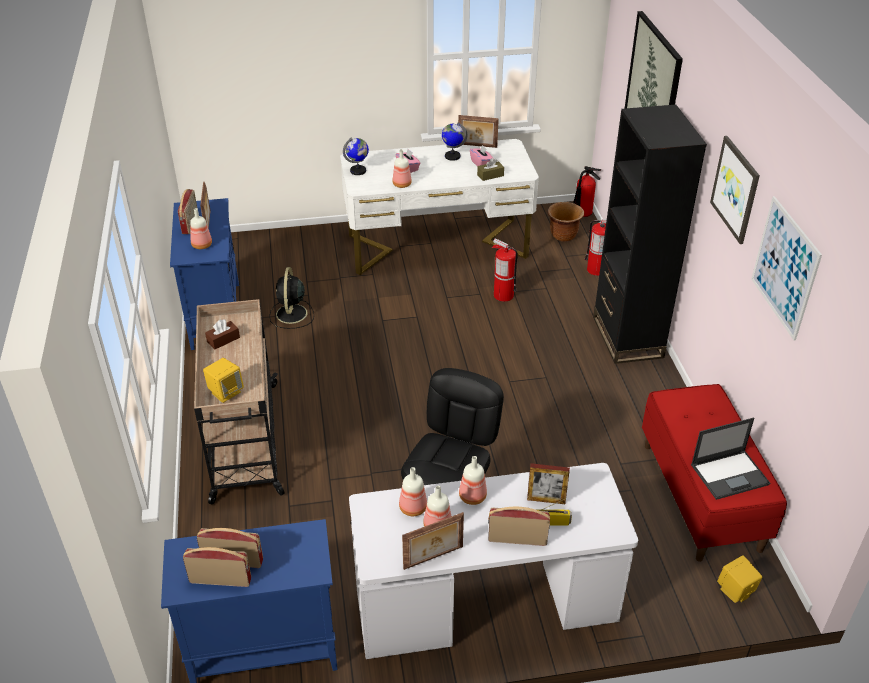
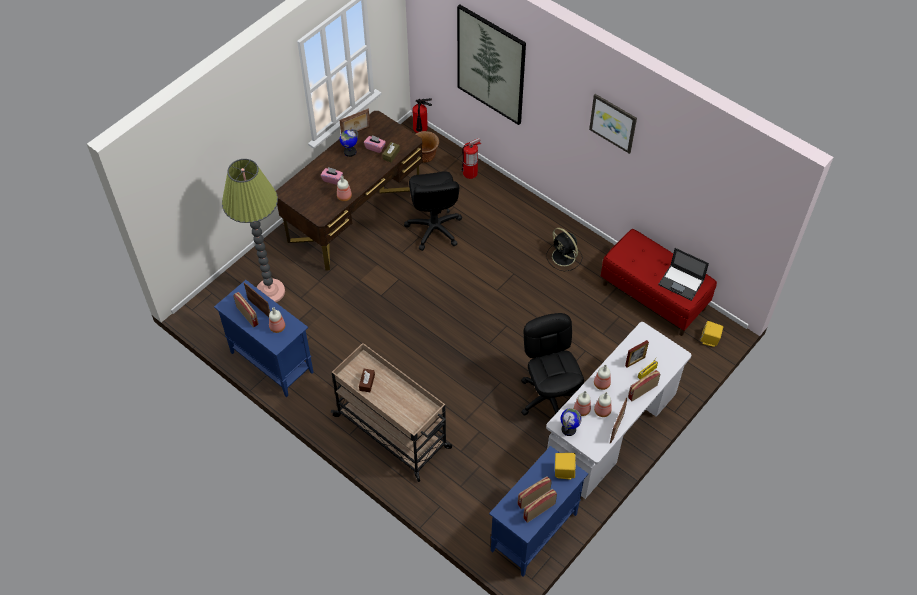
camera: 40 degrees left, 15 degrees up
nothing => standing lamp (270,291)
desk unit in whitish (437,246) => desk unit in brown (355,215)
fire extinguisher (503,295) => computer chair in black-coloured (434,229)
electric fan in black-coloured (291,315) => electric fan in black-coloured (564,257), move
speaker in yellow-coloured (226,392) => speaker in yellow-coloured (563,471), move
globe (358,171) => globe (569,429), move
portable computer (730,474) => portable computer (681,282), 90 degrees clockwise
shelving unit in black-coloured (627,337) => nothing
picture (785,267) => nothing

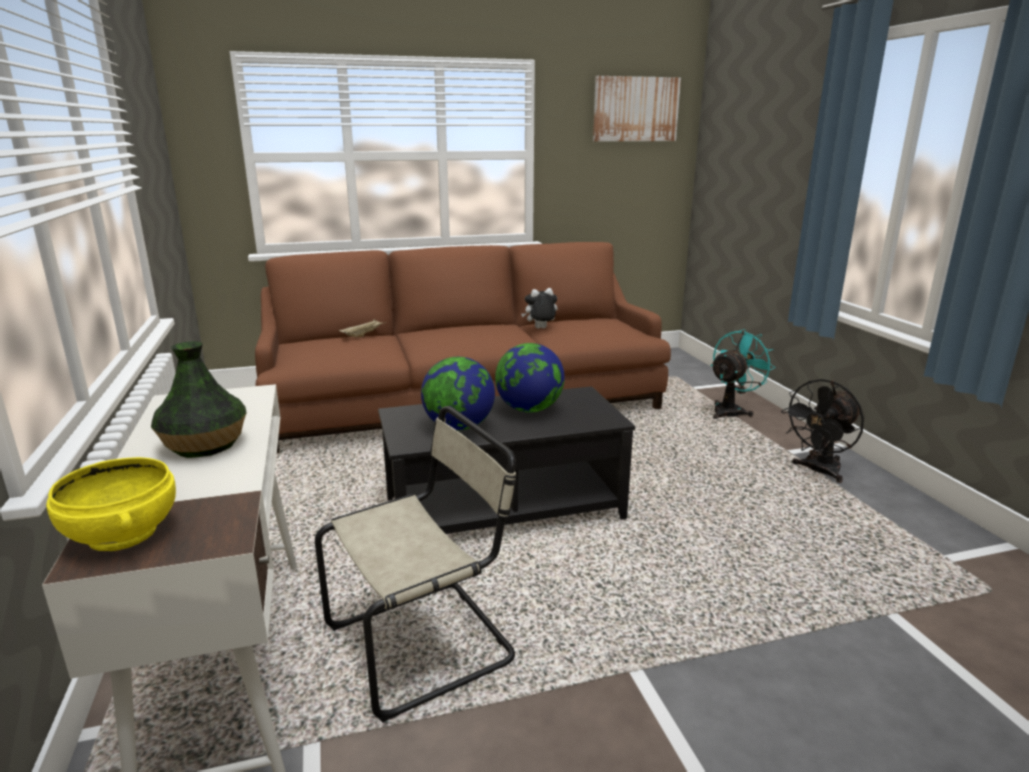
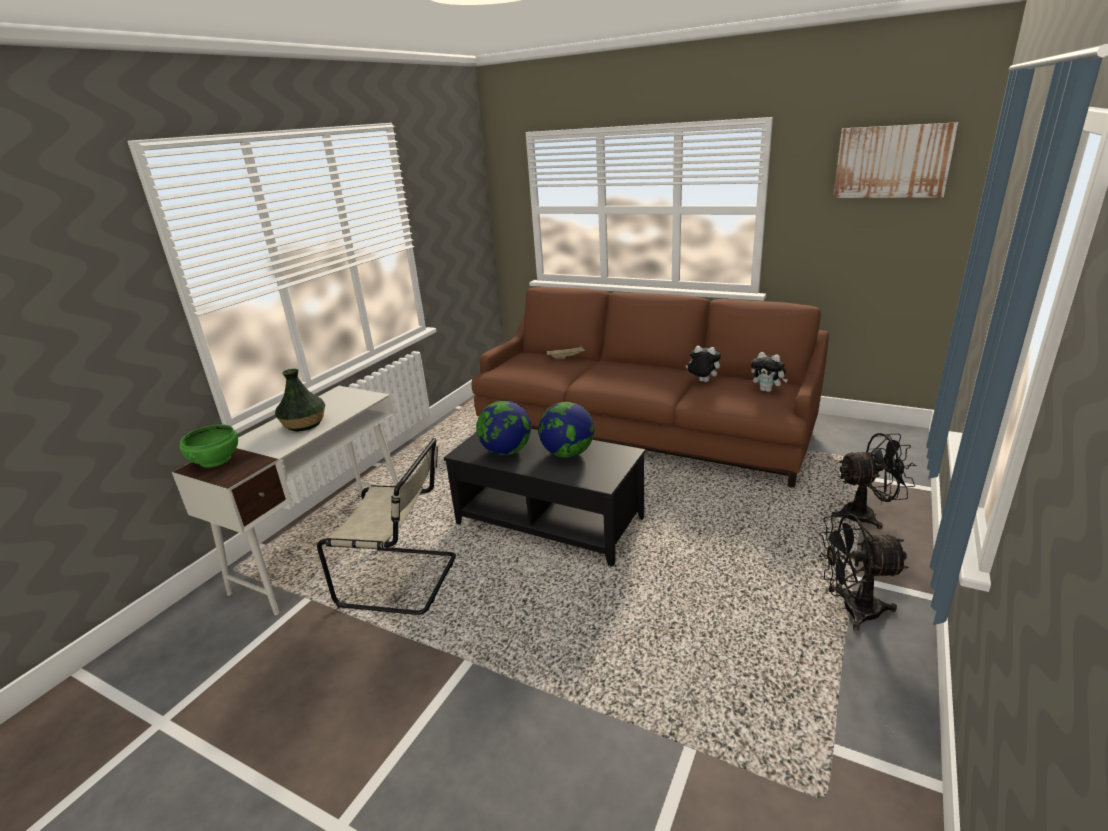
camera: 45 degrees right, 5 degrees up
serving bowl in yellow-coloured (121,534) => serving bowl in greenish (215,460)
nothing => cuddly toy (767,390)
electric fan in turquoise (731,411) => electric fan in black-coloured (866,515)

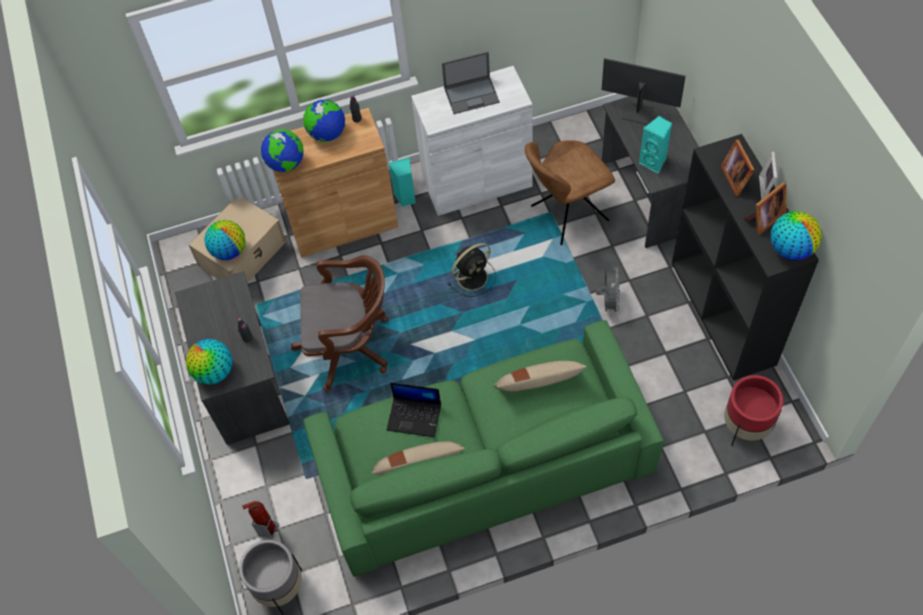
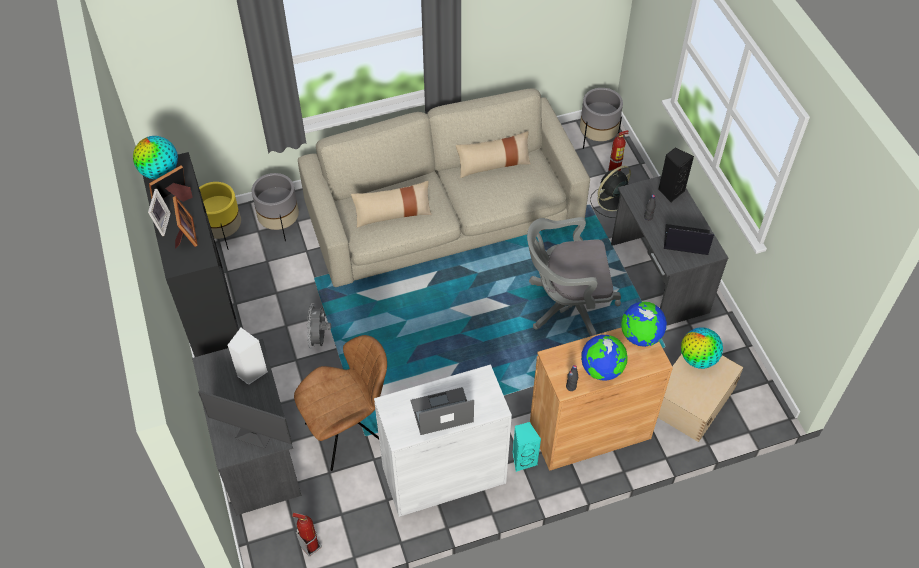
camera: 175 degrees right, 5 degrees down
flower pot in reddish (746,427) => flower pot in yellow-coloured (223,233)
speaker in turquoise (654,162) => speaker in whitish (251,372)
nothing => flower pot in greyish (280,225)
nothing => fire extinguisher (310,545)
couch in greenish (483,460) => couch in beige (444,214)
computer chair in brown (350,346) => computer chair in greyish (566,305)
electric fan in black-coloured (473,276) => electric fan in black-coloured (610,201), move
globe (214,372) => speaker in black-coloured (670,191)
portable computer (415,416) => portable computer (685,240), move

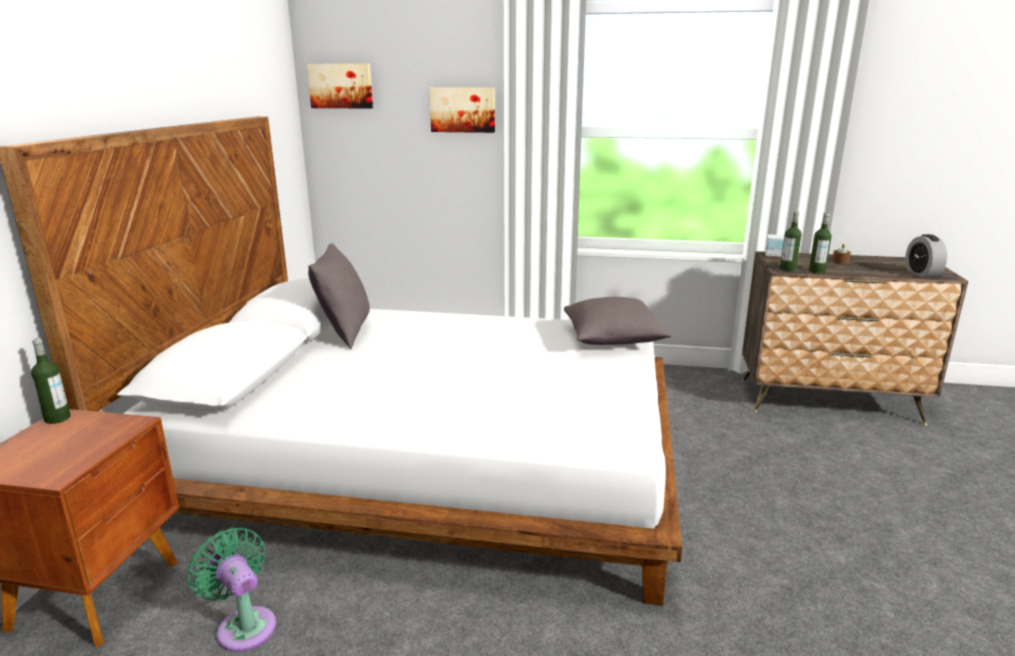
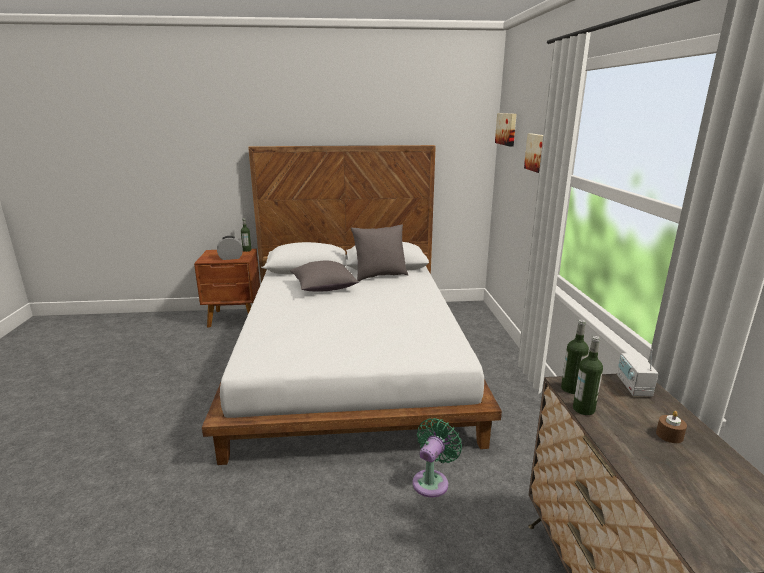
camera: 75 degrees right, 0 degrees up
alarm clock (922,273) => alarm clock (230,258), move
pillow in greyish (613,340) => pillow in greyish (324,288), move
electric fan in greenish (244,625) => electric fan in greenish (432,481), move

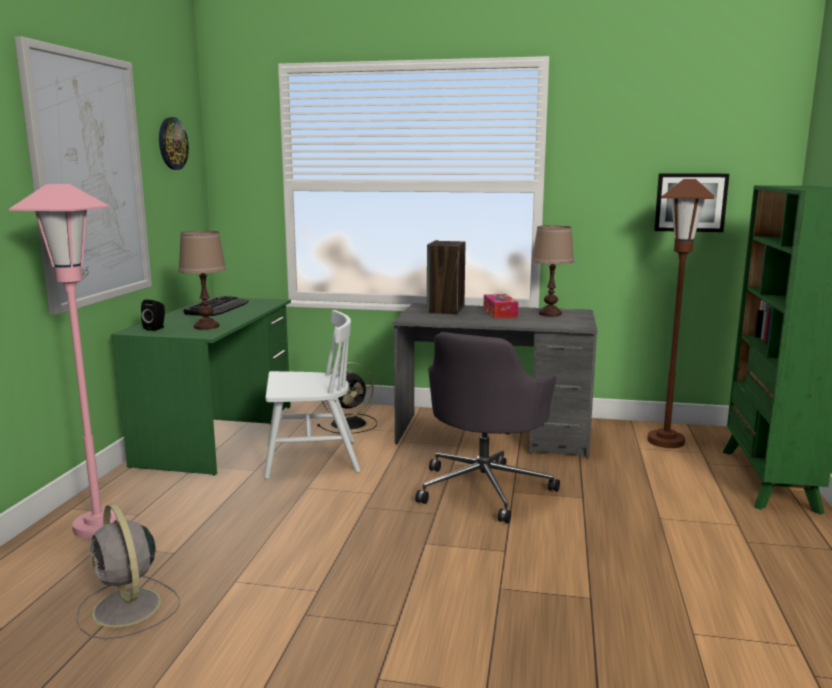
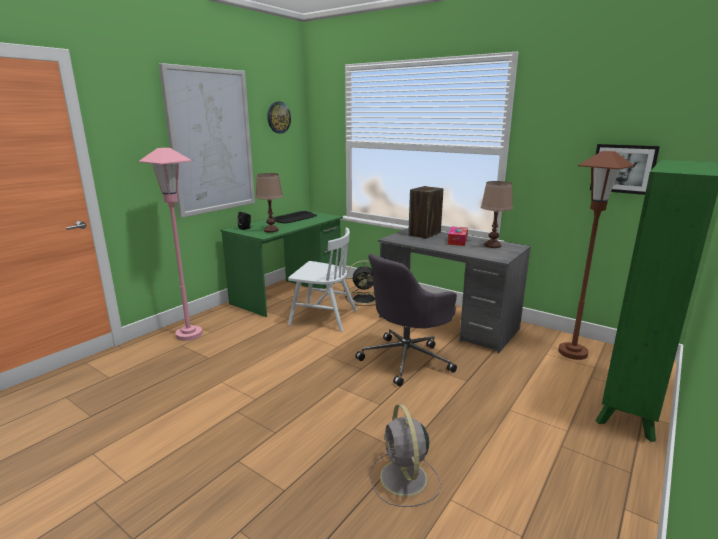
camera: 25 degrees right, 5 degrees up
electric fan in greyish (128,609) => electric fan in greyish (404,479), move

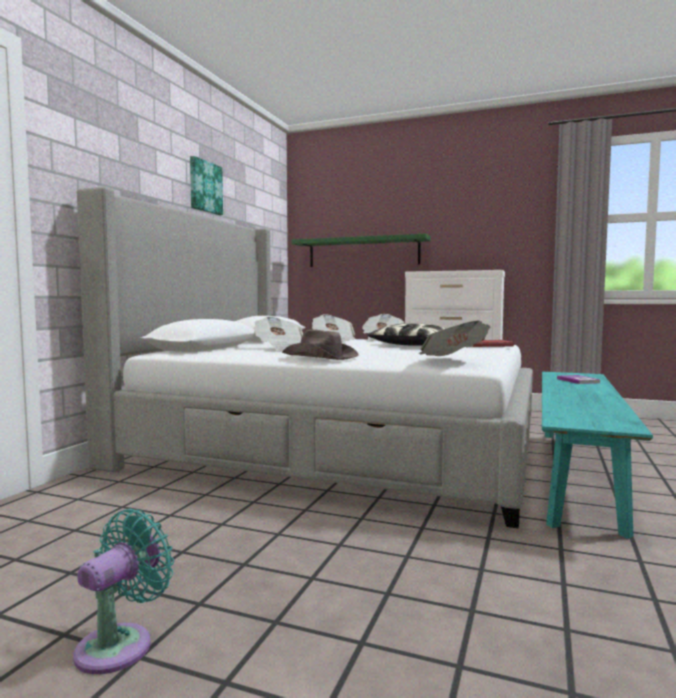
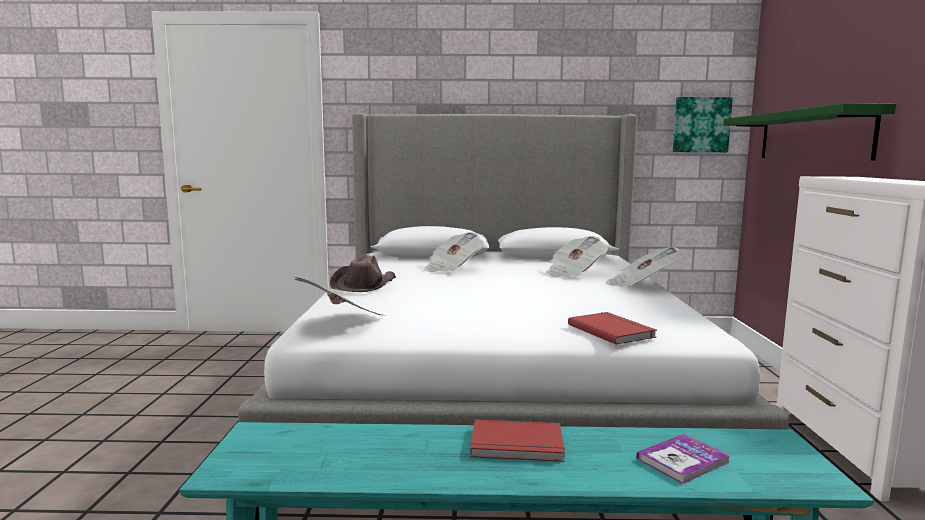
camera: 70 degrees right, 5 degrees up
nothing => volume in reddish (517,445)
picture (204,187) => picture (701,125), move
electric fan in turquoise (120,644) => nothing
pillow (412,345) => nothing

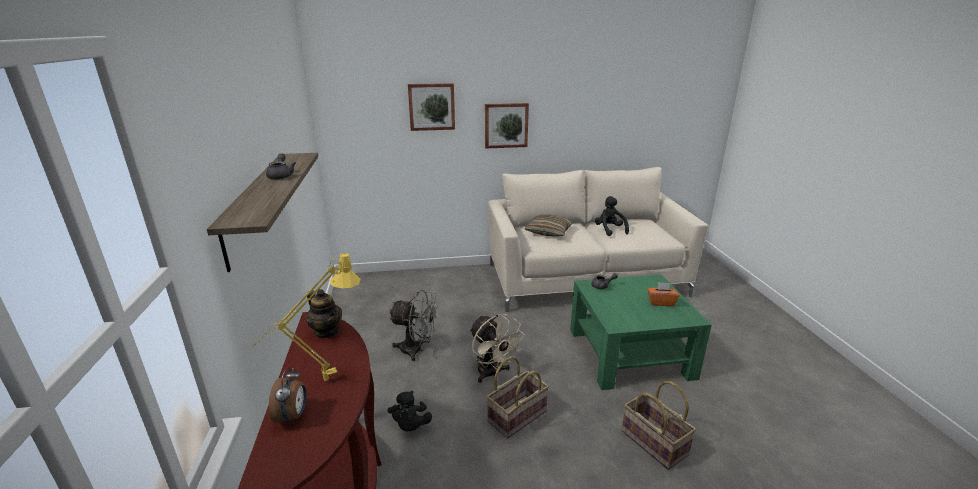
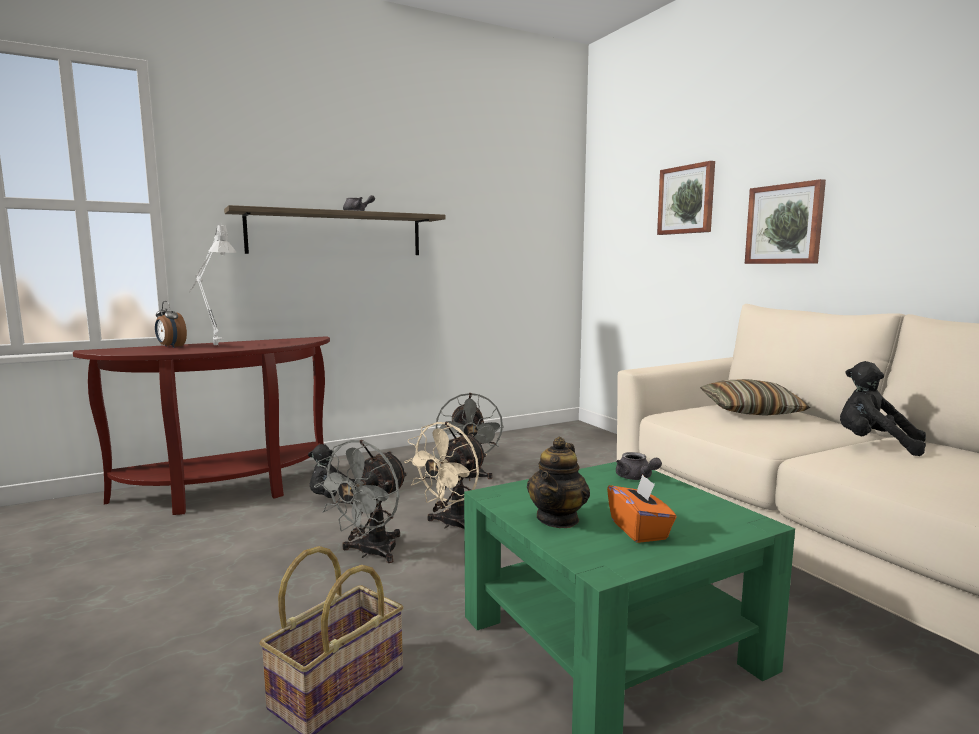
camera: 70 degrees right, 15 degrees down
alarm clock (293,416) => alarm clock (171,347), 60 degrees clockwise
table lamp in yellow-coloured (319,383) => table lamp in greyish (213,346)
household basket (516,416) => electric fan in greyish (370,553)
pot for tea (327,331) => pot for tea (558,519), move
cuddly toy in black-coloured (609,230) => cuddly toy in black-coloured (874,445), 105 degrees counterclockwise

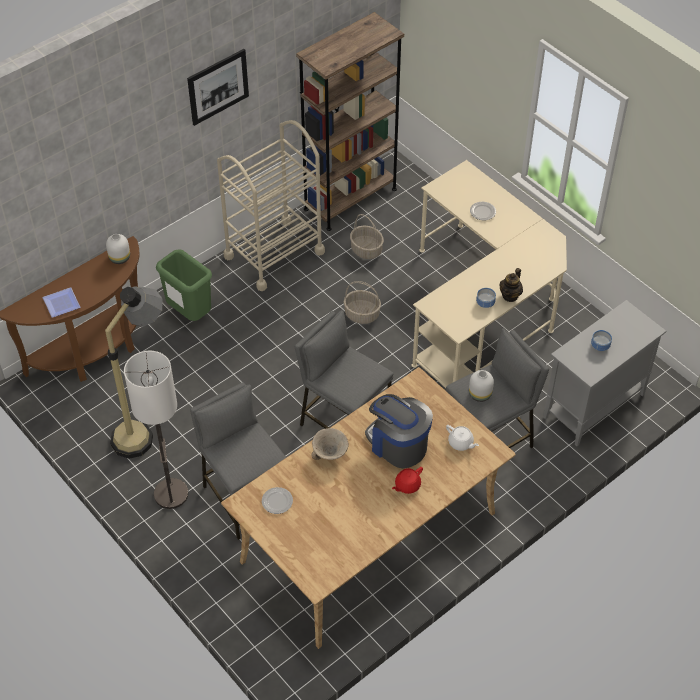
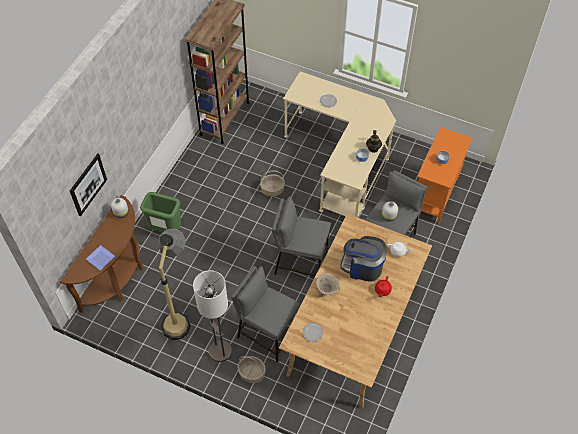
camera: 25 degrees left, 5 degrees up
picture (218,86) => picture (88,184), move
household basket (366,250) => household basket (251,373), move
cabinet in greyish (593,406) => cabinet in orangey (435,196)
cart in beige (274,254) => nothing

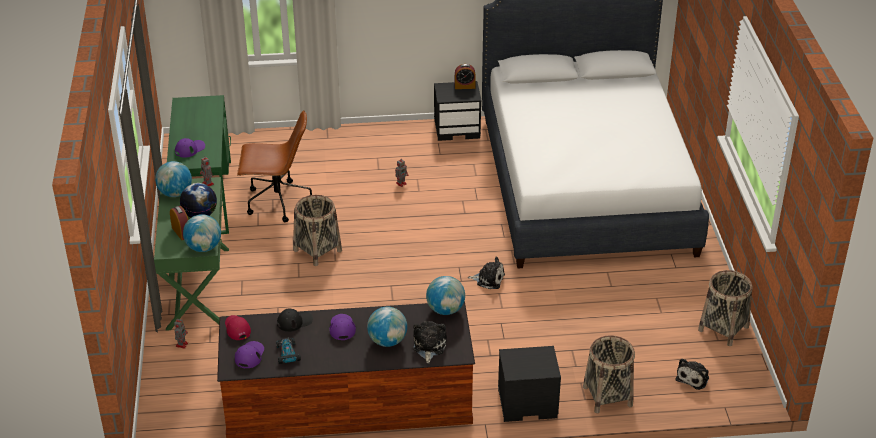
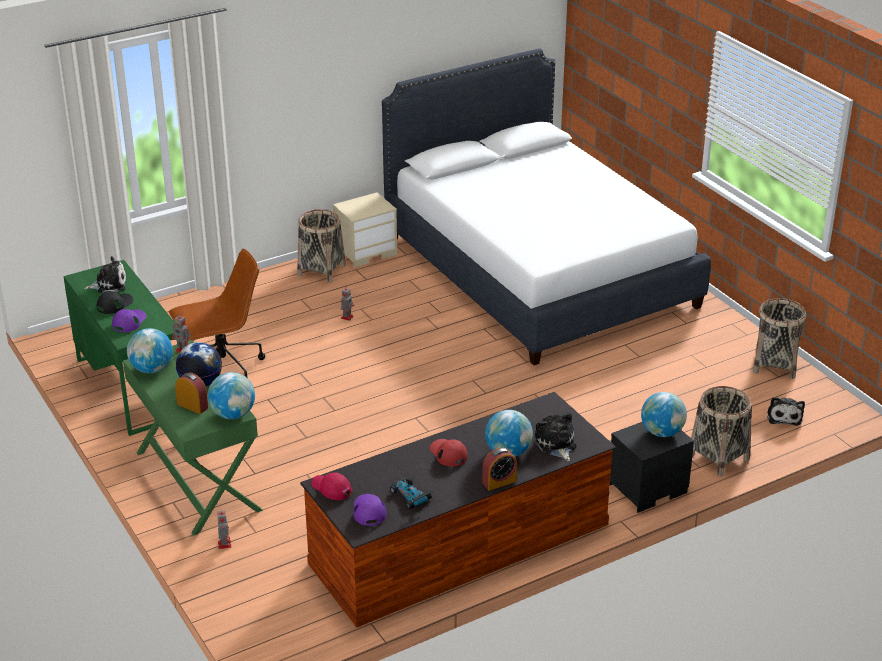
camera: 25 degrees left, 5 degrees down
cuddly toy (488,279) => cuddly toy (109,284), move
baseball cap in black-coloured (295,321) => baseball cap in black-coloured (115,304), move
household basket (317,250) => household basket (321,270), move
nightstand in black-coloured (457,129) => nightstand in beige (366,251)
baseball cap in purple-coloured (342,328) => baseball cap in reddish (448,453)
alarm clock (464,86) => alarm clock (499,482), move
globe (445,310) => globe (662,432), move

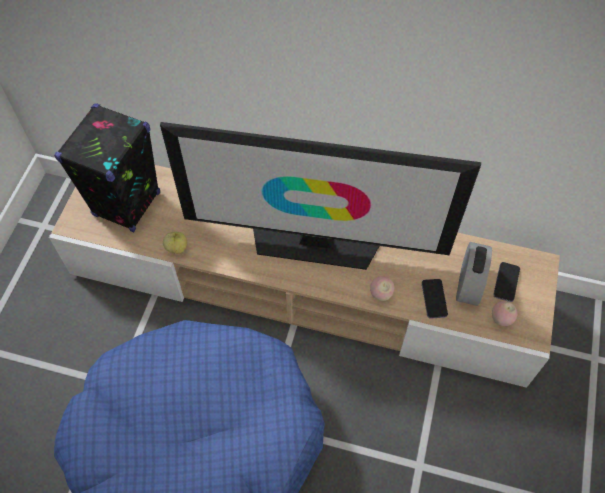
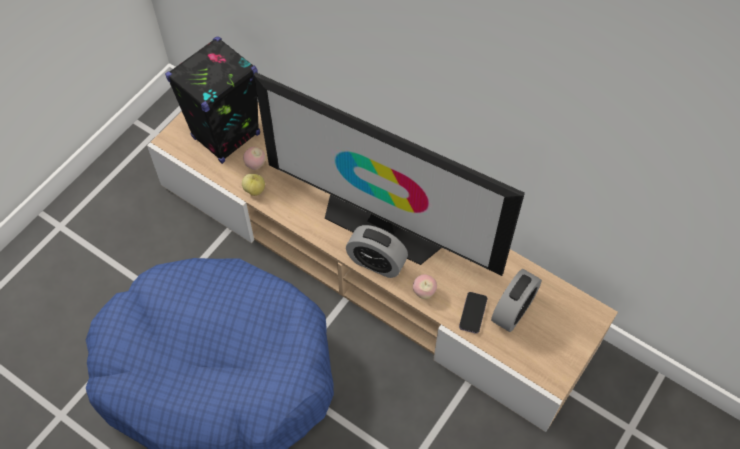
camera: 20 degrees right, 0 degrees up
apple fruit (501,319) => apple fruit (255,165), move
nothing => alarm clock (376,262)
telephone (506,282) => nothing

